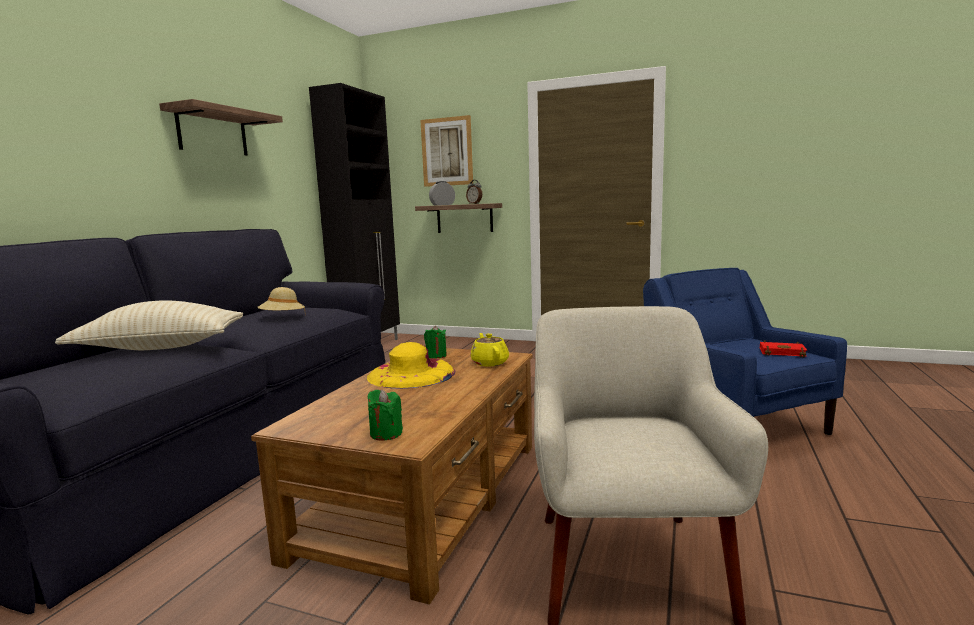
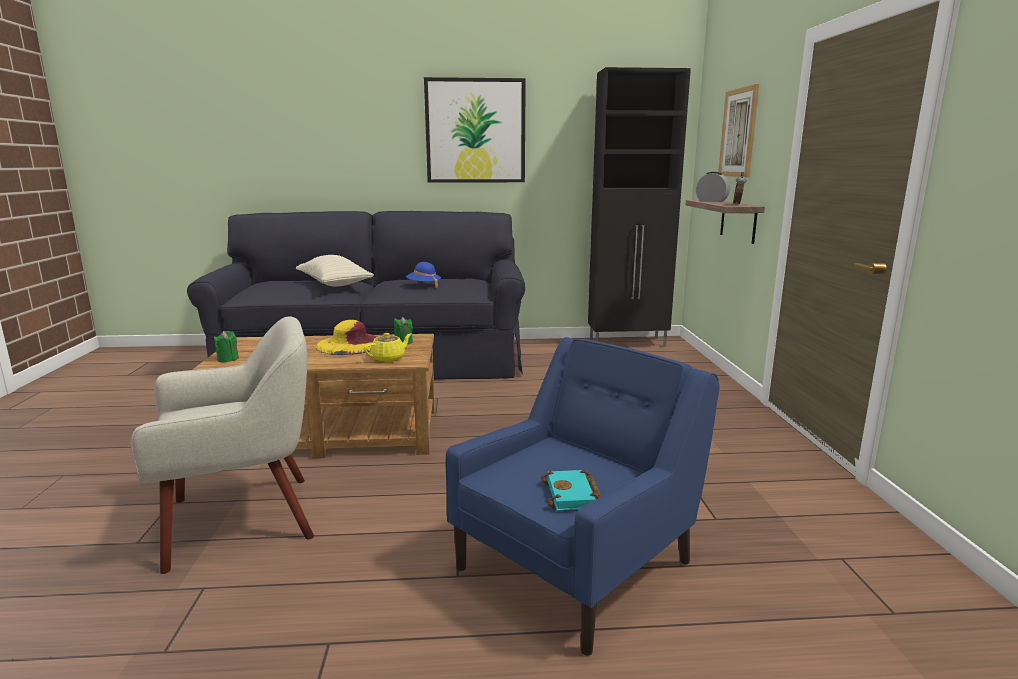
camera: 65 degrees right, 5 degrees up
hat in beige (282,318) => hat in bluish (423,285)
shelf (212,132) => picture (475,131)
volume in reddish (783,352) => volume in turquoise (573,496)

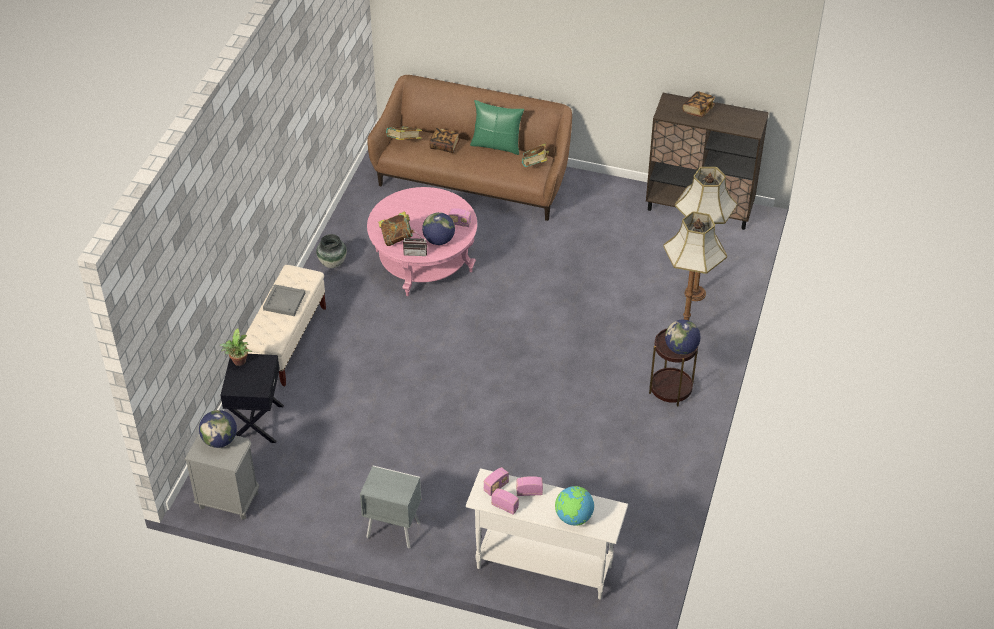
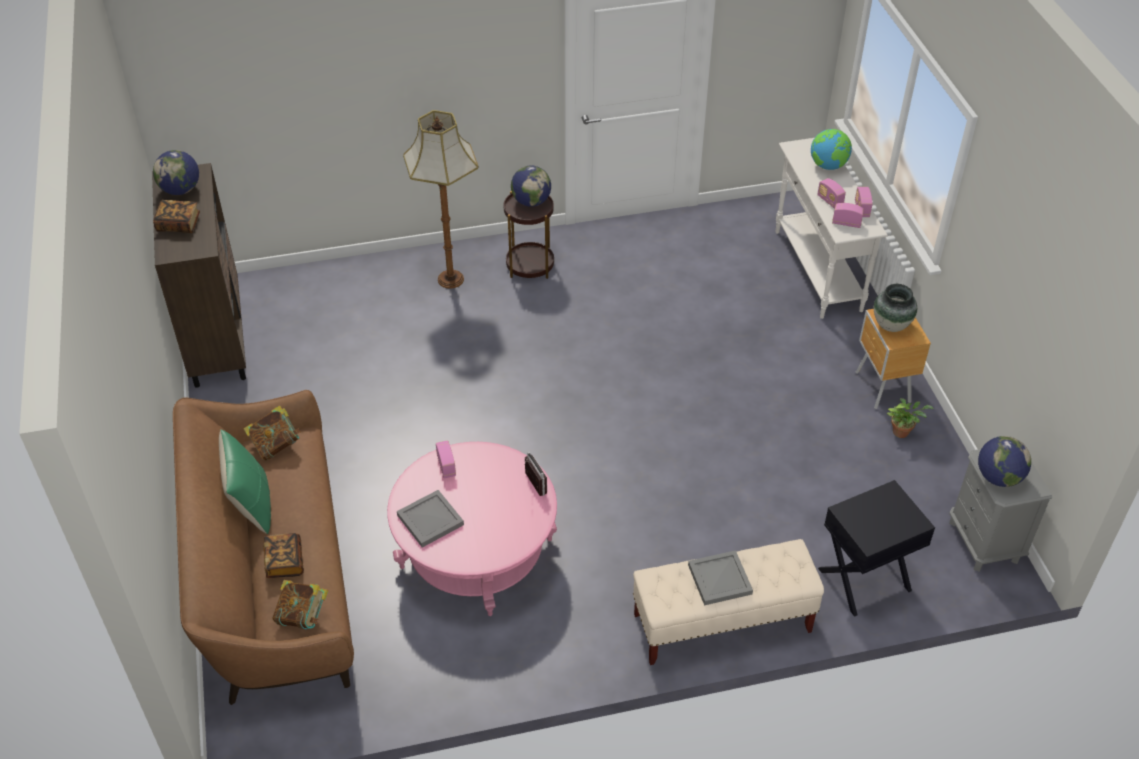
camera: 120 degrees left, 0 degrees up
globe (439,240) => globe (180,190), move
nothing => tray in greyish (431,520)
nightstand in greyish (392,529) => nightstand in brown (882,388)
flower vase (332,263) => flower vase (891,325), move
potted plant (239,362) => potted plant (902,431), move
volume (397,238) => nothing
standing lamp (695,293) => nothing

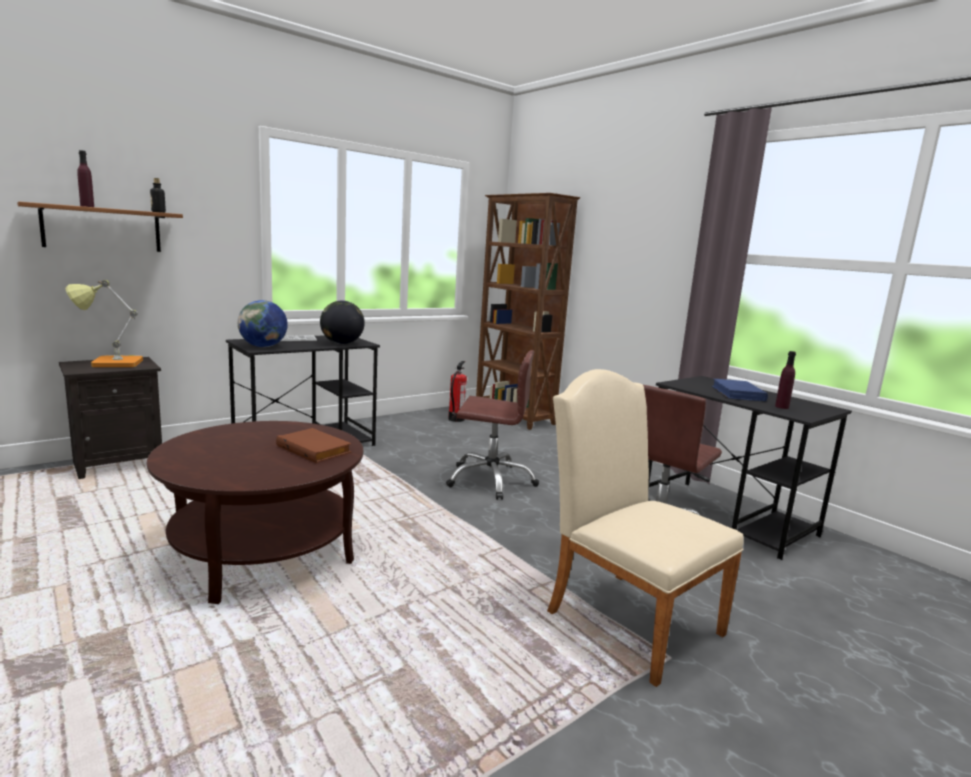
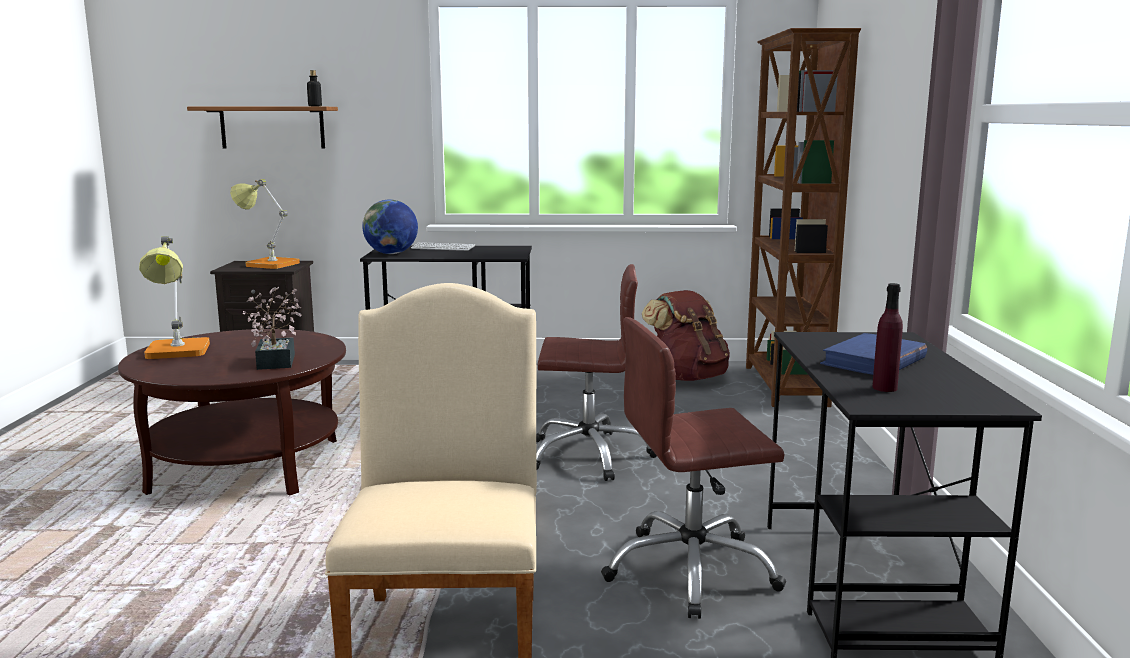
camera: 40 degrees right, 0 degrees up
nothing => table lamp (177,353)
volume in brown (315,449) => potted plant (277,360)
computer chair in brown (491,480) => computer chair in brown (589,455), 45 degrees counterclockwise
fire extinguisher (456,419) => rucksack in brown (687,378)
beverage bottle in purple-coloured (87,206) => nothing
globe (342,343) => nothing

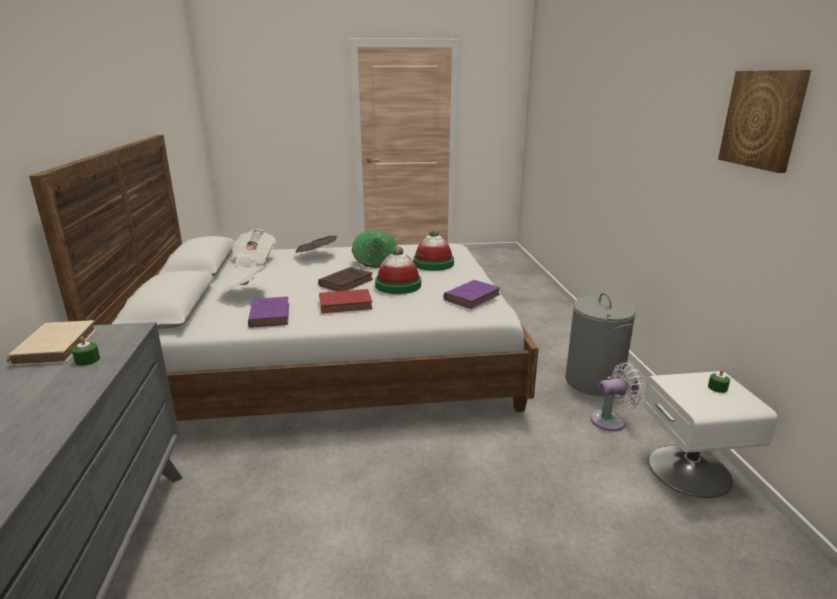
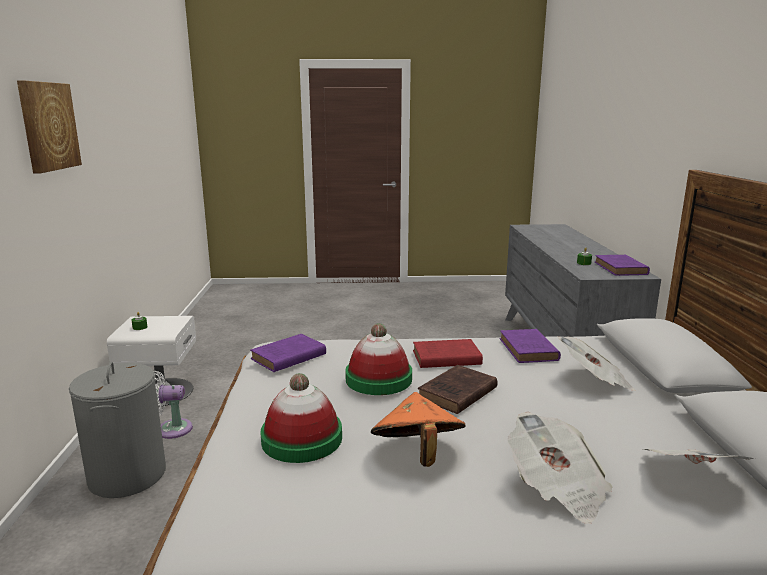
camera: 175 degrees left, 5 degrees down
hat in greenish (375,262) => hat in orangey (417,455)
volume in beige (57,346) => volume in purple-coloured (621,269)

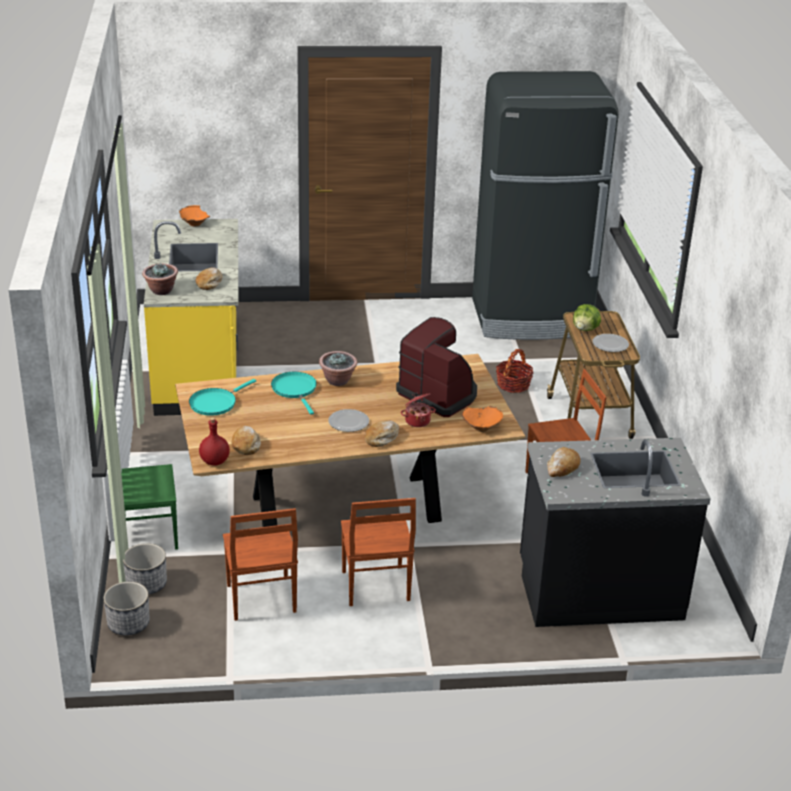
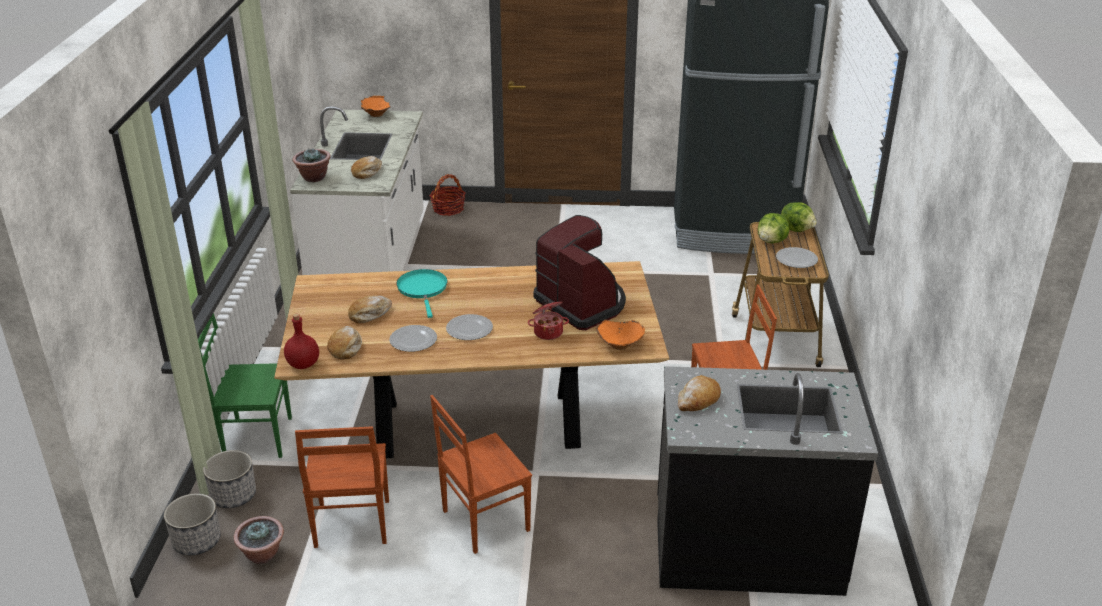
camera: 10 degrees right, 0 degrees up
potted plant (338,381) => potted plant (262,555), move
counter in yellow-coloured (199,367) => counter in whitish (372,262)
bakery bread (382,438) => bakery bread (370,314), move
nothing => flat dish (413,340)
household basket (513,384) => household basket (448,209), move
chair in brown (374,587) => chair in brown (484,520), 60 degrees clockwise
nothing => lettuce (797,229)
pan in turquoise (215,403) => nothing

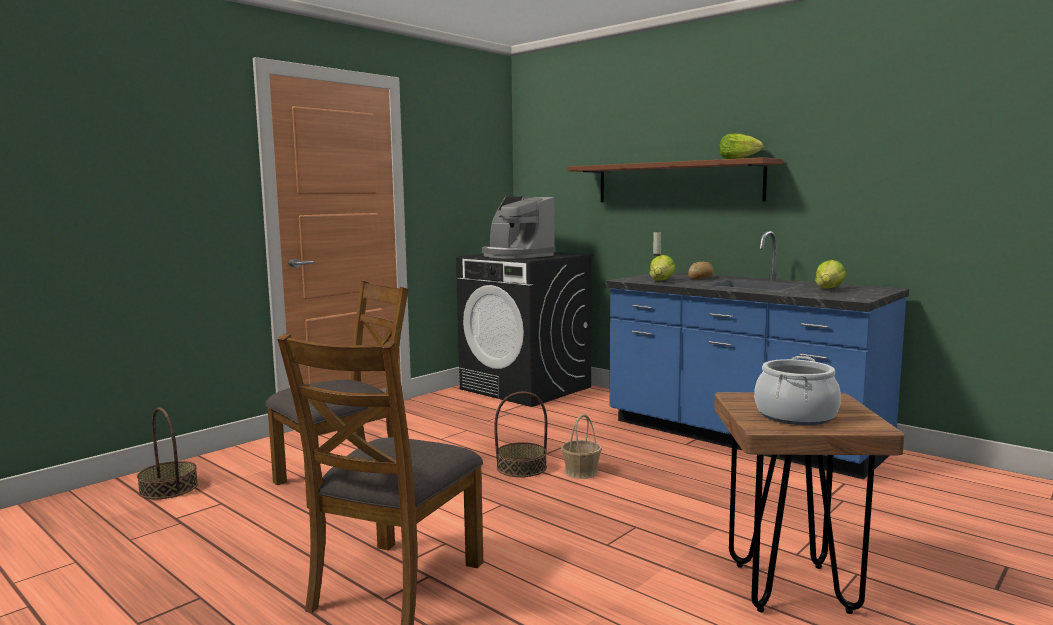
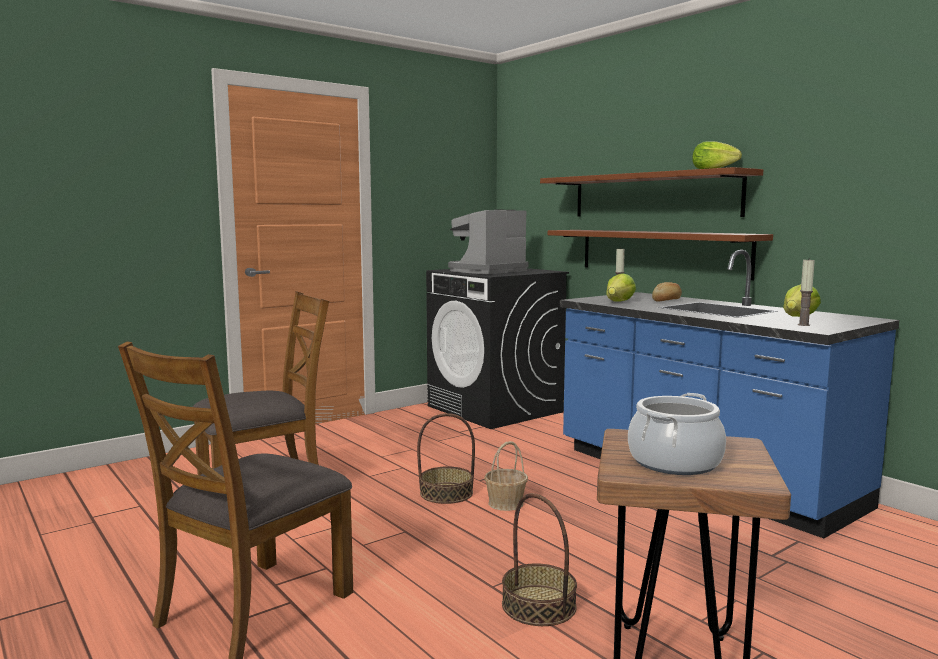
camera: 10 degrees right, 0 degrees up
coffee brewer (516,256) => coffee brewer (486,271), 75 degrees clockwise
household basket (169,488) => household basket (539,605), move
nothing => shelf in brown (661,252)
nothing => wax candle (804,325)

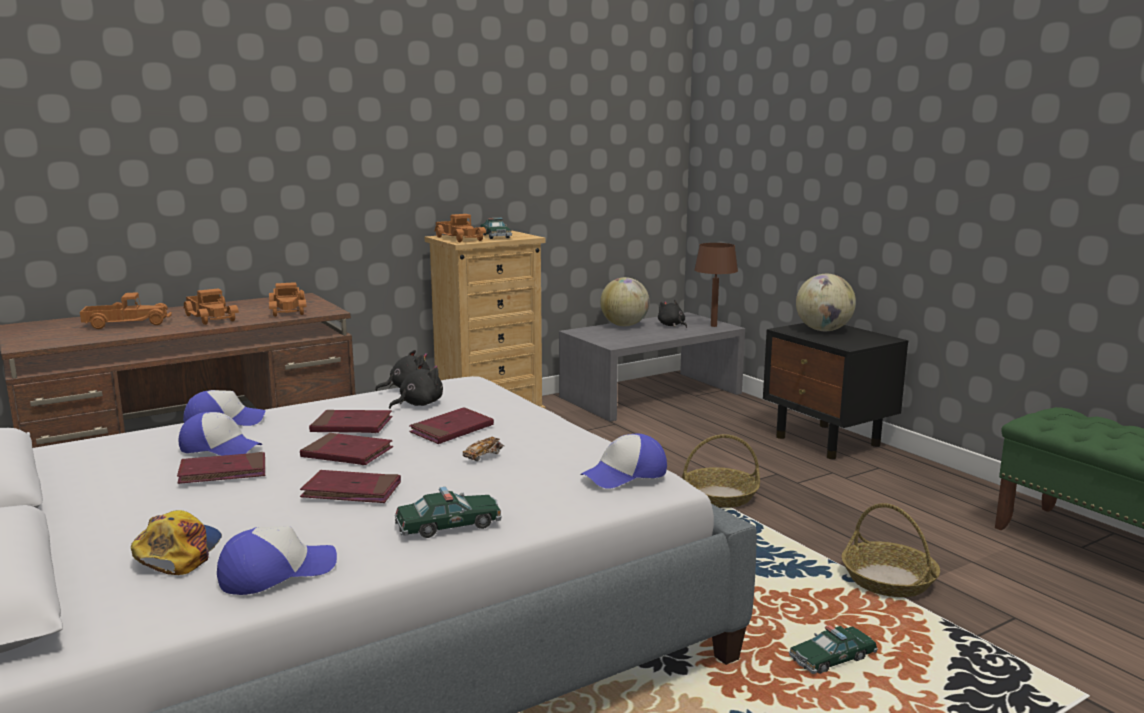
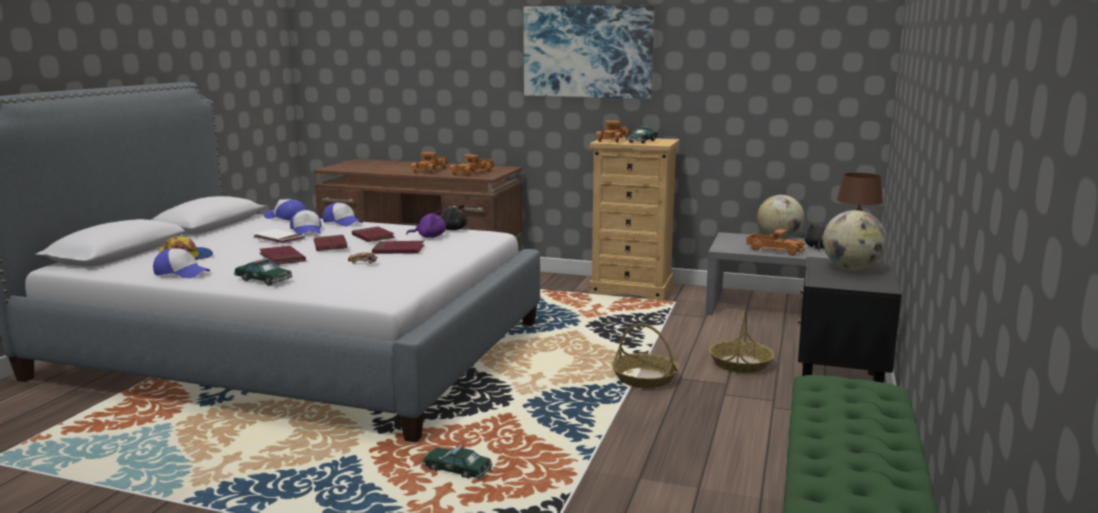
camera: 50 degrees right, 0 degrees up
volume in reddish (223,472) => volume in whitish (278,239)
baseball cap (625,475) => baseball cap (286,217), move
cuddly toy in black-coloured (418,404) => cuddly toy in purple-coloured (429,237)
nothing => picture (587,52)
household basket (887,580) => household basket (740,364), move
model truck (127,323) => model truck (775,250), move

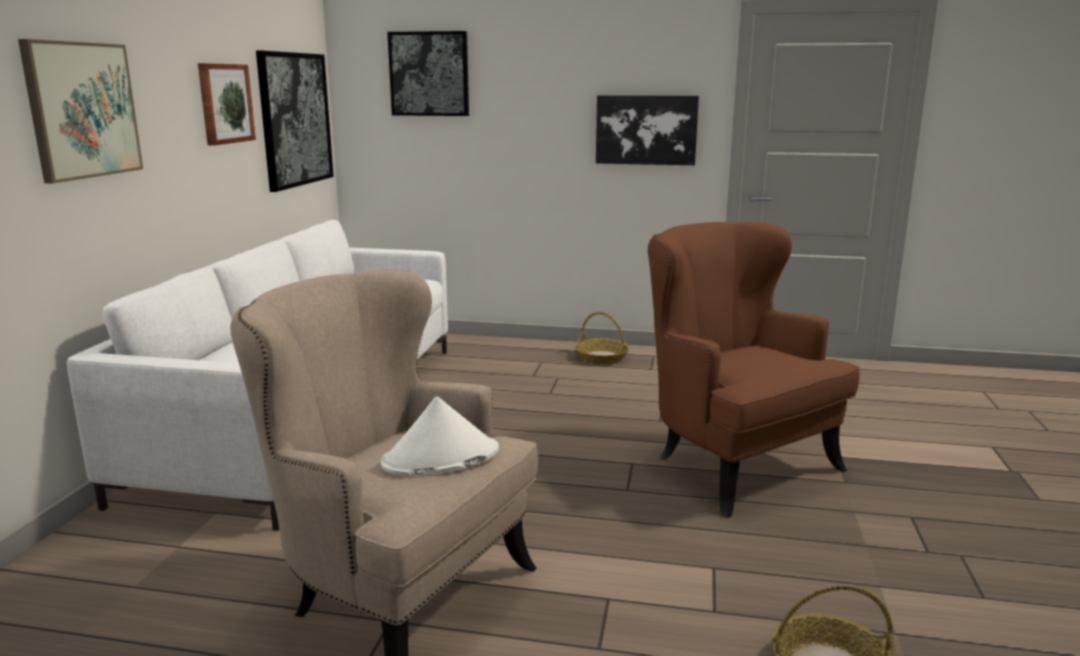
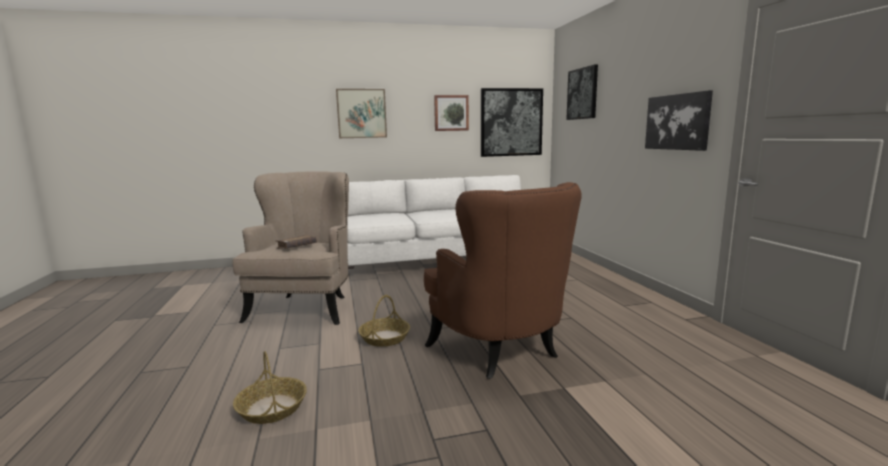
camera: 65 degrees right, 5 degrees down
hat in whitish (440,458) => volume in brown (297,247)
household basket (601,357) => household basket (384,338), move
easy chair in brown (733,463) => easy chair in brown (502,352), 120 degrees clockwise

